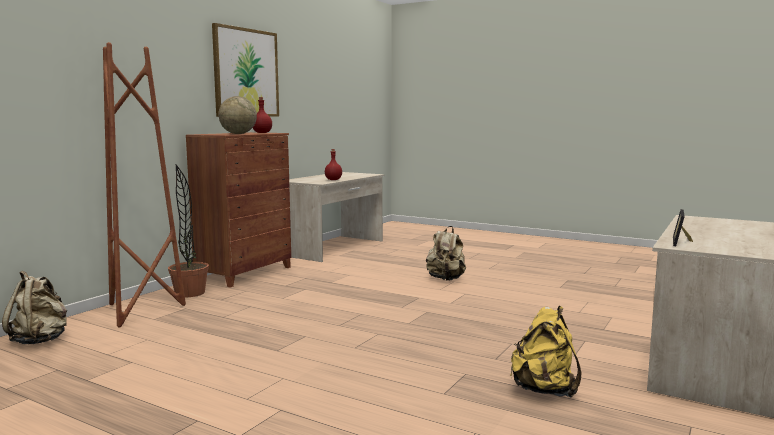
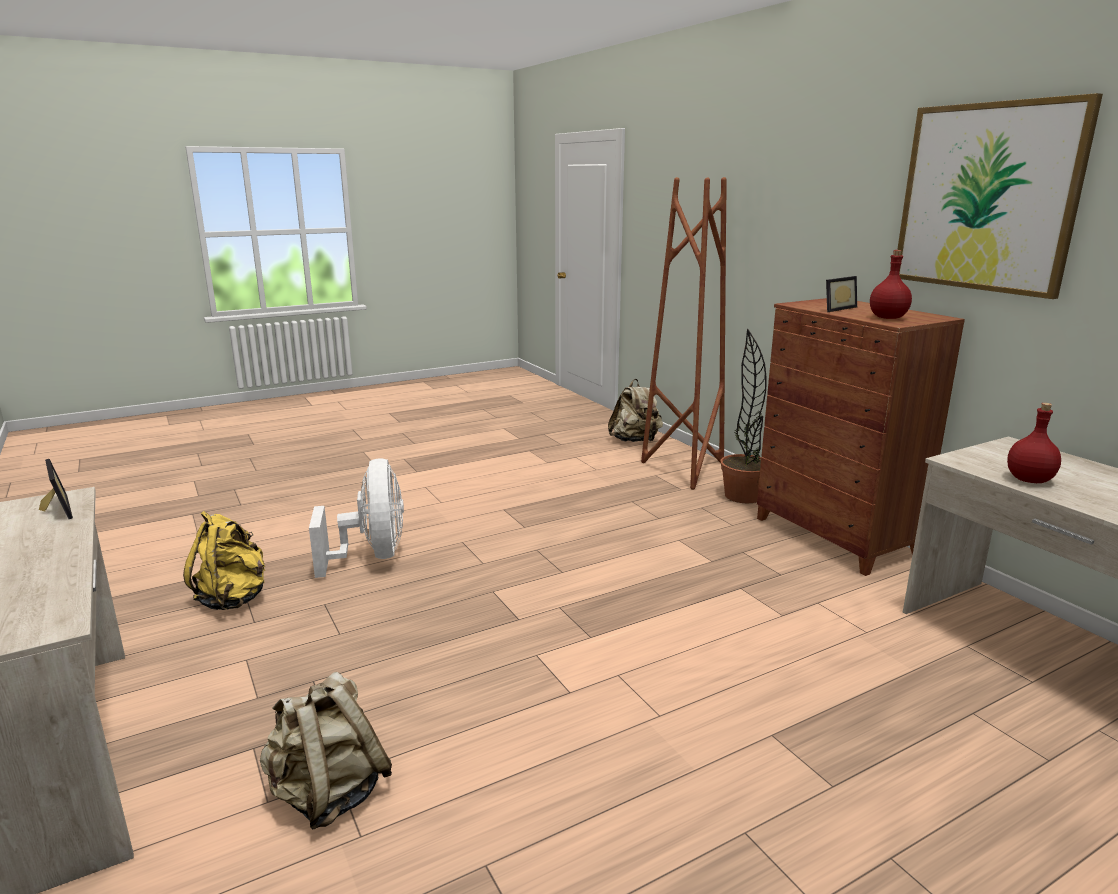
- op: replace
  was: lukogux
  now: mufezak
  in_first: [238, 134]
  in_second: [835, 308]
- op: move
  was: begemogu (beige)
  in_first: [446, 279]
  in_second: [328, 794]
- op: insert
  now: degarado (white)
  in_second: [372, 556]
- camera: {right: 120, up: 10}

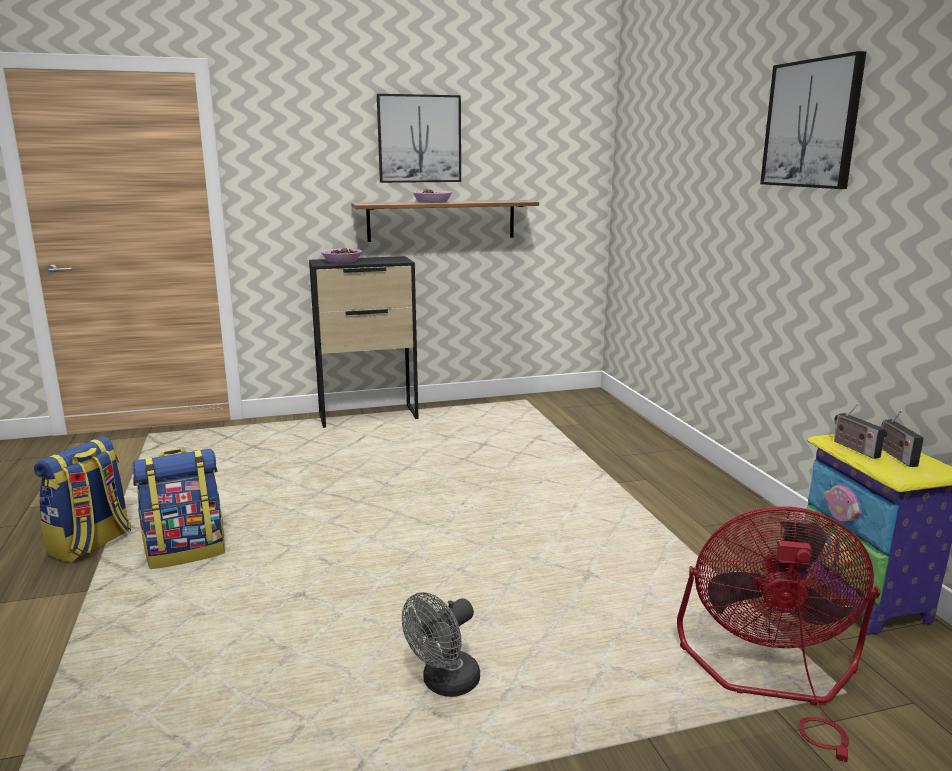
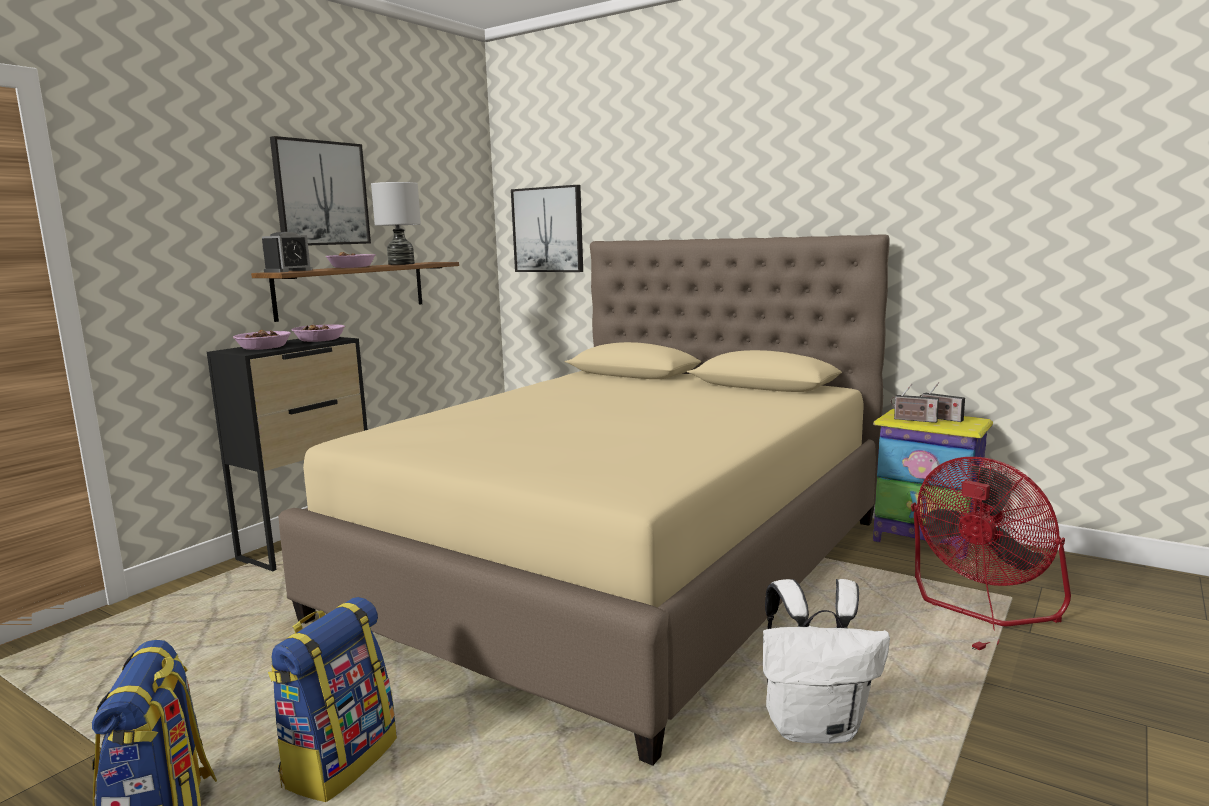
- op: move
  was: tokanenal
  in_first: [812, 124]
  in_second: [548, 229]
- op: rotate
  was: degarado (red)
  in_first: [778, 682]
  in_second: [976, 609]
  clockwise: 75
- op: replace
  was: degarado (grey)
  now: begemogu (white)
  in_first: [444, 684]
  in_second: [815, 727]
- op: insert
  now: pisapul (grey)
  in_second: [401, 264]
- op: insert
  now: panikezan
  in_second: [288, 271]
- op: insert
  now: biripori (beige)
  in_second: [621, 566]
- op: insert
  now: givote
  in_second: [319, 340]
- camera: {right: -40, up: -5}

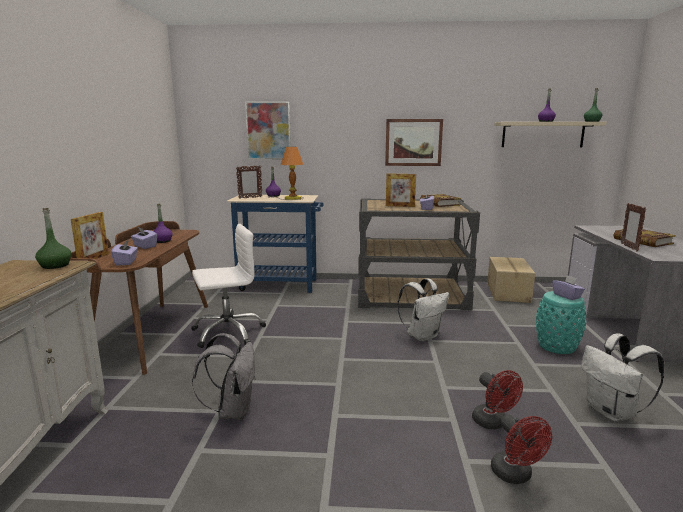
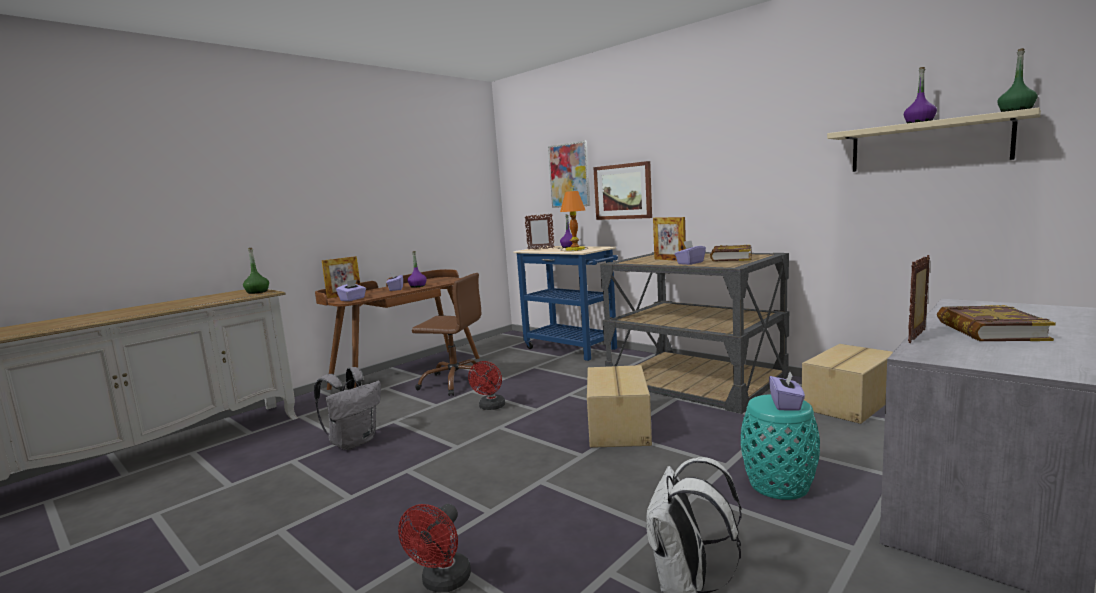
- op: move
  was: tokanenal
  in_first: [413, 142]
  in_second: [623, 191]
- op: recolor
  was: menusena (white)
  now: menusena (brown)
  in_first: [228, 332]
  in_second: [455, 382]
- op: replace
  was: begemogu (white)
  now: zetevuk
  in_first: [422, 336]
  in_second: [619, 426]
- op: move
  was: degarado (red)
  in_first: [493, 423]
  in_second: [490, 407]
- camera: {right: 40, up: -5}

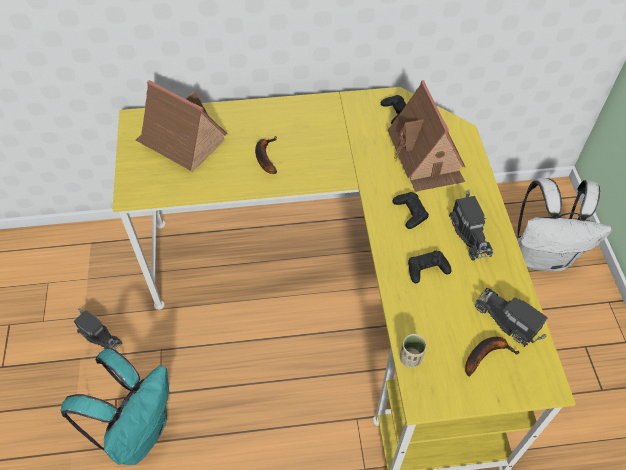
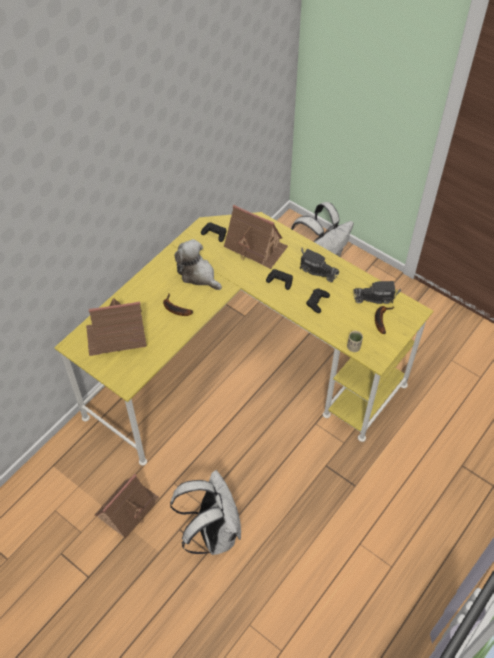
- op: replace
  was: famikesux
  now: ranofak
  in_first: [99, 336]
  in_second: [127, 508]
- op: recolor
  was: begemogu (turquoise)
  now: begemogu (white)
  in_first: [138, 431]
  in_second: [212, 532]
- op: insert
  now: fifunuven
  in_second: [198, 274]
- camera: {right: -45, up: 0}

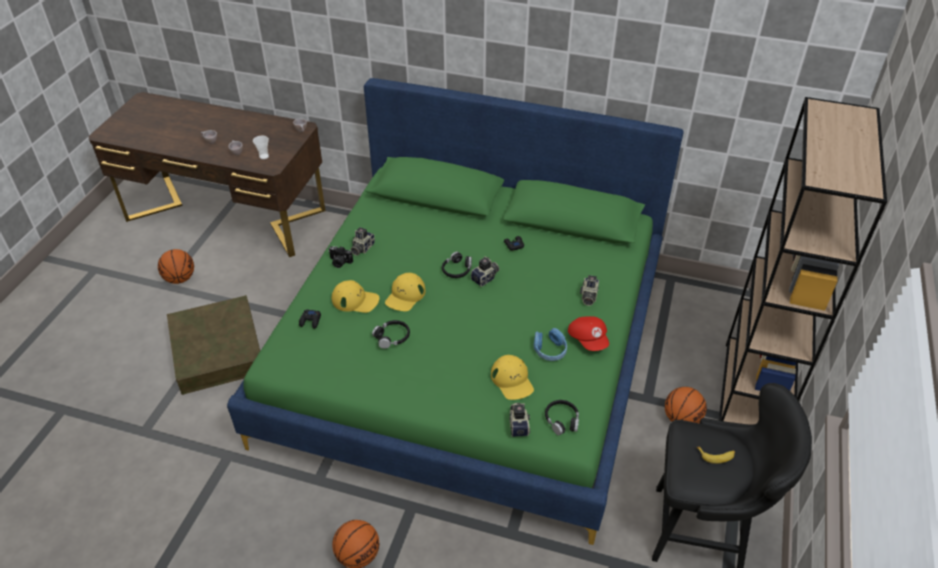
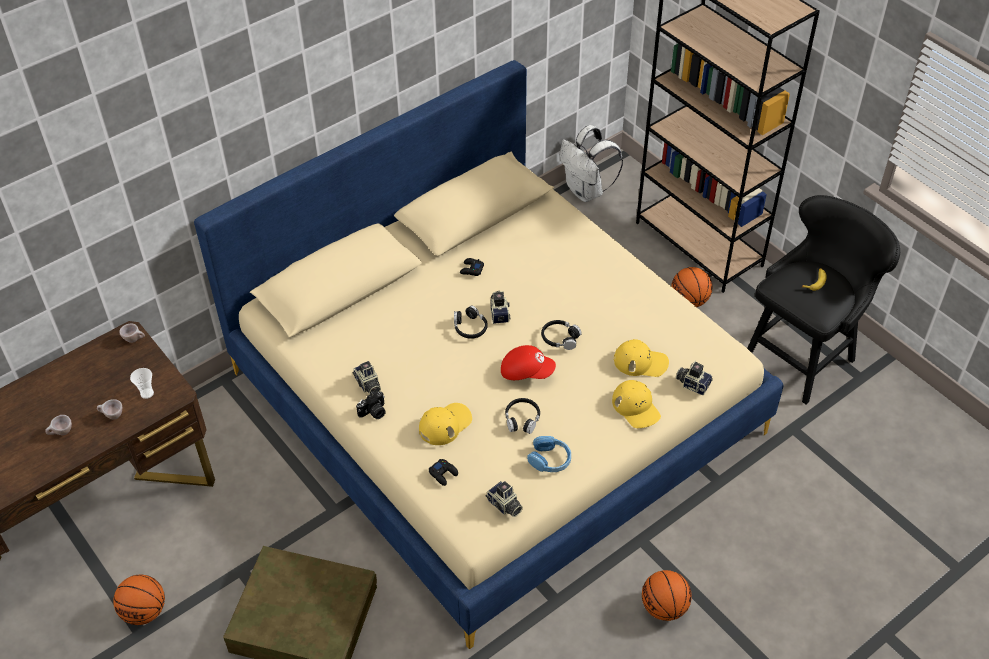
- op: recolor
  was: biripori (green)
  now: biripori (beige)
  in_first: [469, 352]
  in_second: [495, 402]
- op: move
  was: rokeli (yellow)
  in_first: [405, 295]
  in_second: [636, 407]
- op: move
  was: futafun
  in_first: [588, 296]
  in_second: [504, 506]
- op: move
  was: rokeli (red)
  in_first: [588, 339]
  in_second: [526, 371]
- op: move
  was: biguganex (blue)
  in_first: [549, 350]
  in_second: [550, 460]
- op: move
  was: biguganex (black)
  in_first: [562, 420]
  in_second: [560, 338]
- op: insert
  now: begemogu (white)
  in_second: [586, 191]
- camera: {right: -55, up: 5}

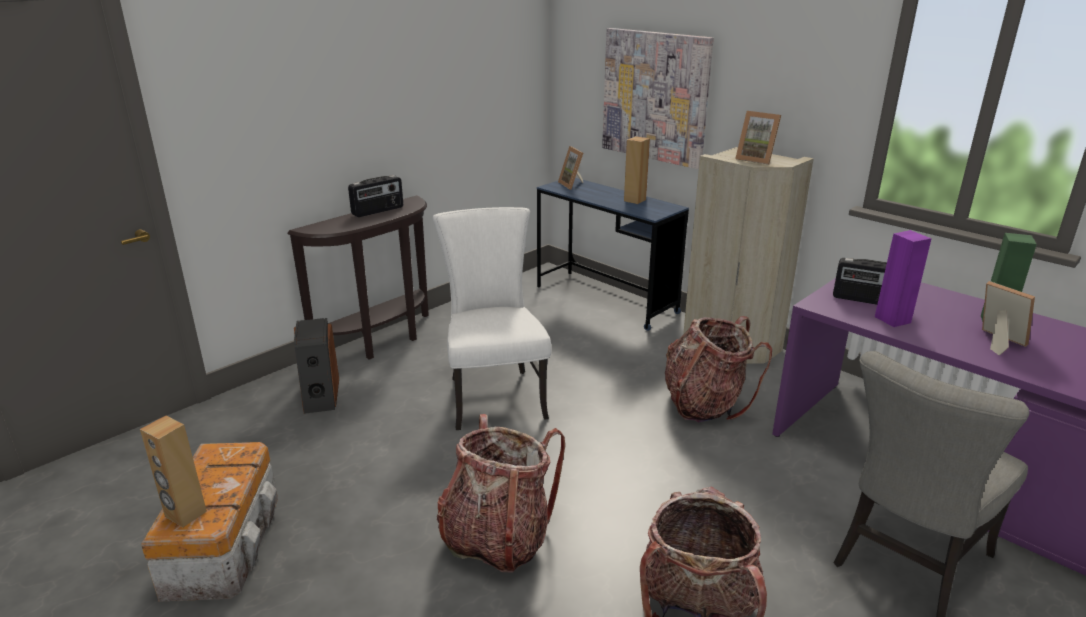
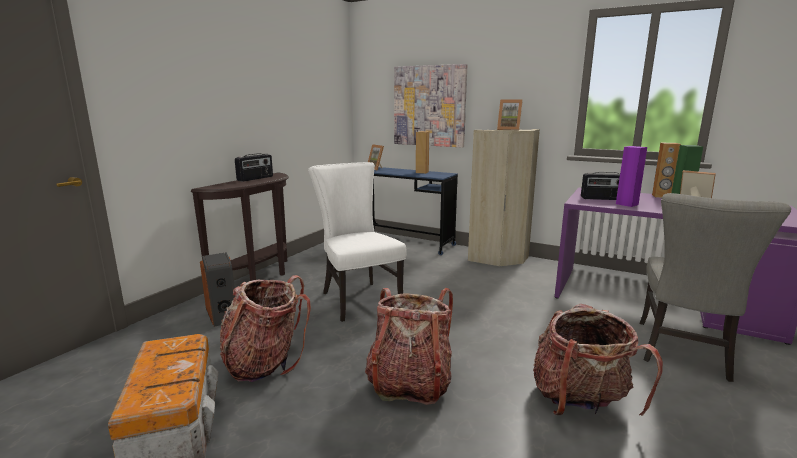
- op: move
  was: begemogu
  in_first: [705, 404]
  in_second: [265, 362]
- op: move
  was: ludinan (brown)
  in_first: [185, 514]
  in_second: [661, 196]
- camera: {right: -15, up: -10}

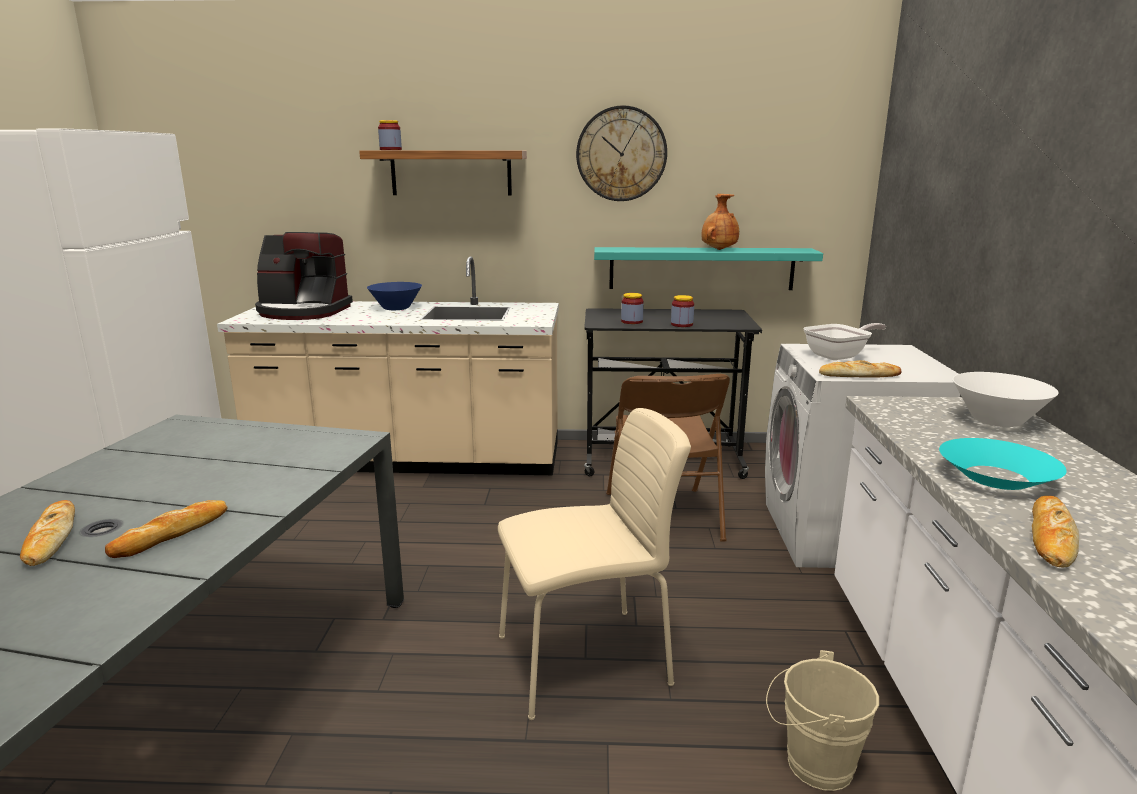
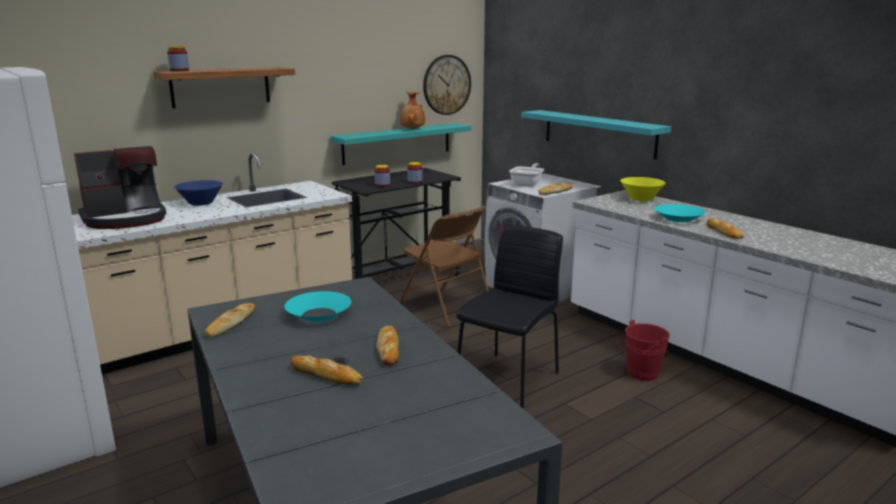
- op: move
  was: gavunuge
  in_first: [621, 154]
  in_second: [446, 85]
- op: recolor
  was: givote (white)
  now: givote (yellow)
  in_first: [996, 421]
  in_second: [641, 199]
- op: recolor
  was: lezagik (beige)
  now: lezagik (black)
  in_first: [589, 658]
  in_second: [509, 379]
- op: recolor
  was: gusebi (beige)
  now: gusebi (red)
  in_first: [812, 763]
  in_second: [640, 374]
- op: insert
  now: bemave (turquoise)
  in_second: [598, 133]
- op: insert
  now: givote (turquoise)
  in_second: [319, 314]
- op: insert
  now: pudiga
  in_second: [231, 323]
- camera: {right: -40, up: 0}

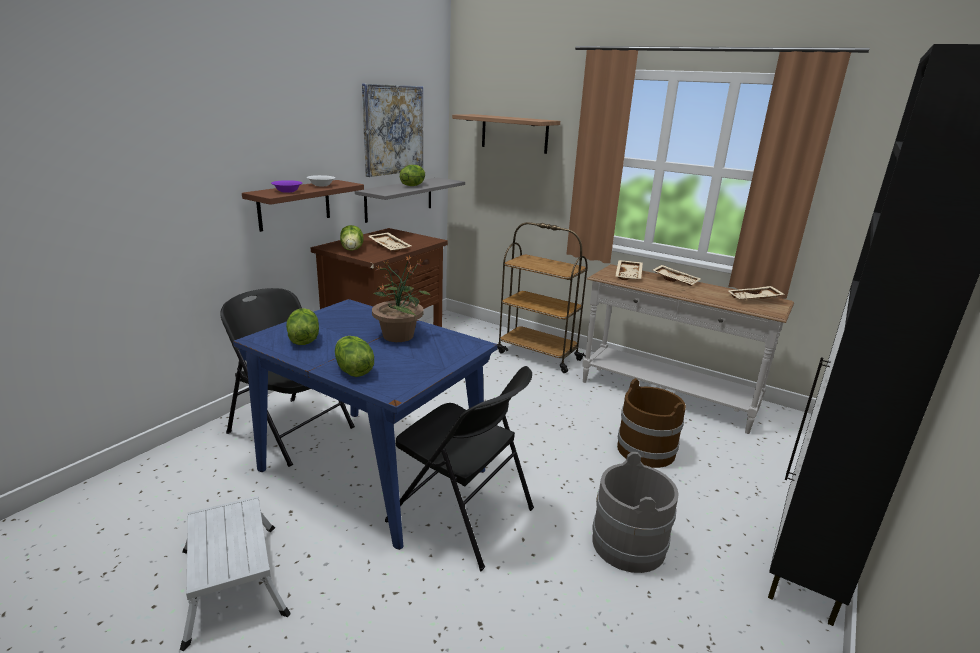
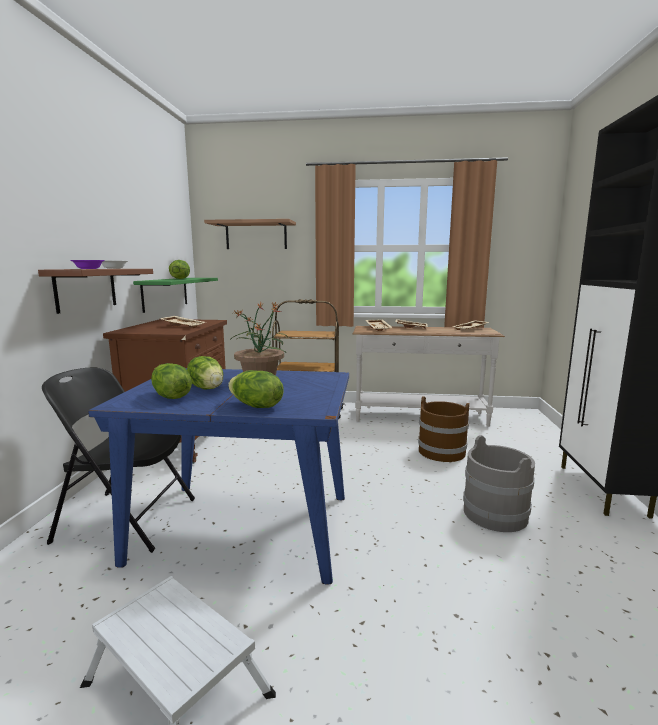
- op: delete
  was: tokanenal
  in_first: [393, 130]
- op: recolor
  was: bemave (grey)
  now: bemave (green)
  in_first: [399, 199]
  in_second: [165, 293]
- op: move
  was: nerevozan
  in_first: [352, 249]
  in_second: [207, 388]
- op: delete
  was: lezagik (black)
  in_first: [461, 515]
- camera: {right: -25, up: -10}

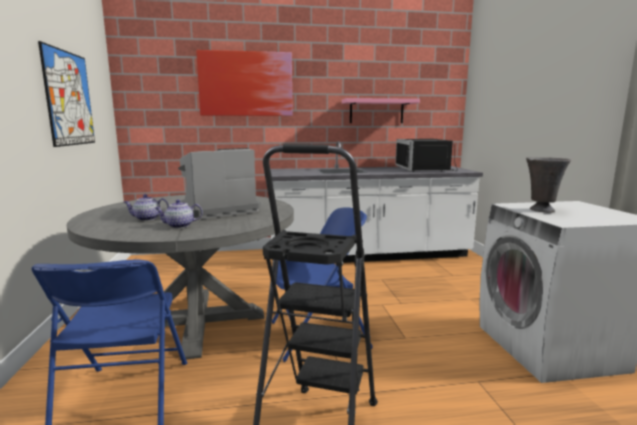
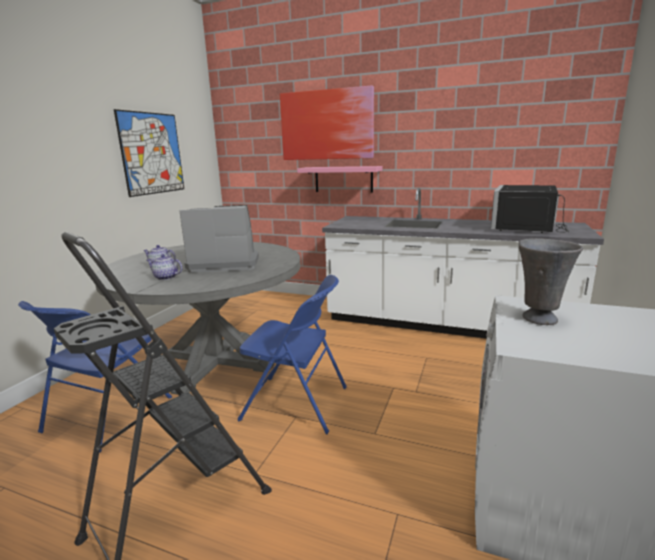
- op: move
  was: bemave (pink)
  in_first: [376, 111]
  in_second: [343, 179]
- camera: {right: 30, up: 5}

